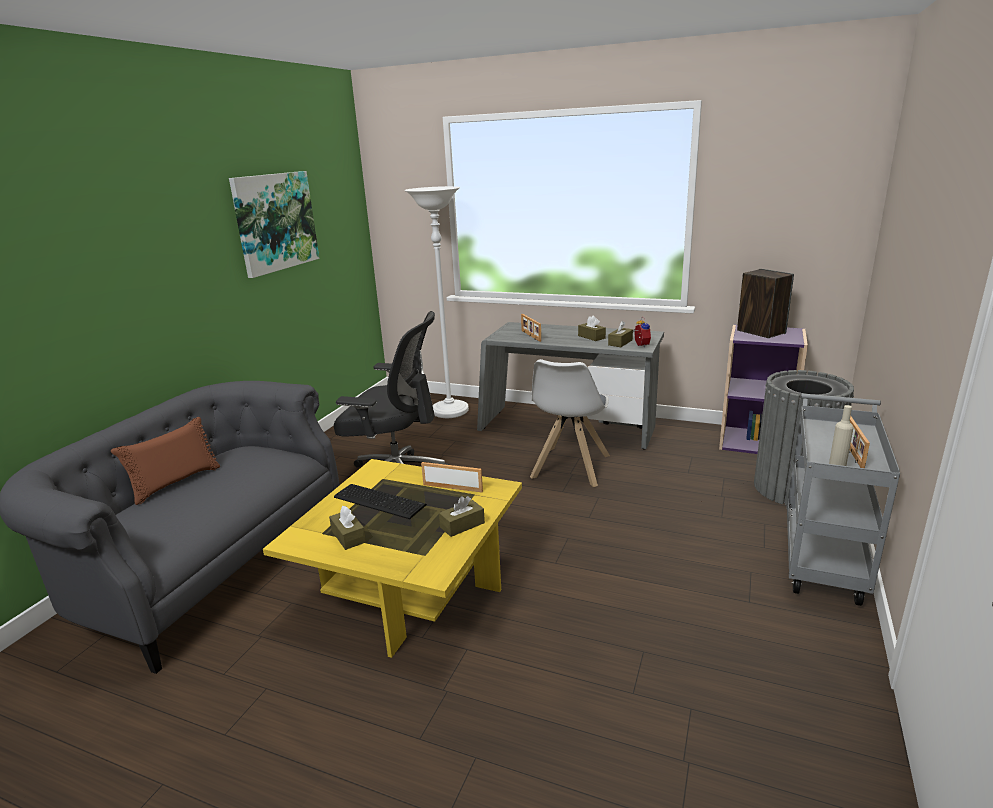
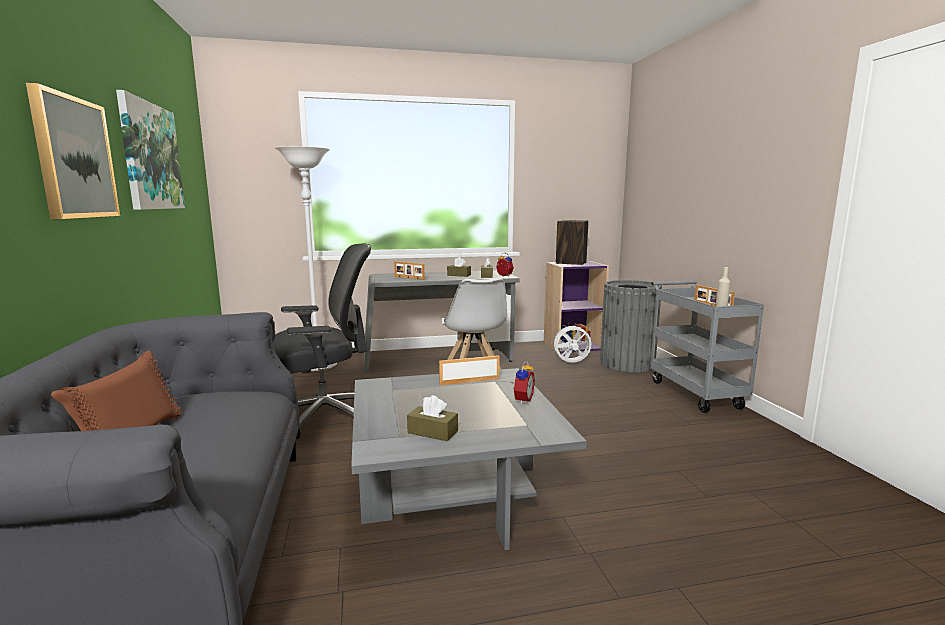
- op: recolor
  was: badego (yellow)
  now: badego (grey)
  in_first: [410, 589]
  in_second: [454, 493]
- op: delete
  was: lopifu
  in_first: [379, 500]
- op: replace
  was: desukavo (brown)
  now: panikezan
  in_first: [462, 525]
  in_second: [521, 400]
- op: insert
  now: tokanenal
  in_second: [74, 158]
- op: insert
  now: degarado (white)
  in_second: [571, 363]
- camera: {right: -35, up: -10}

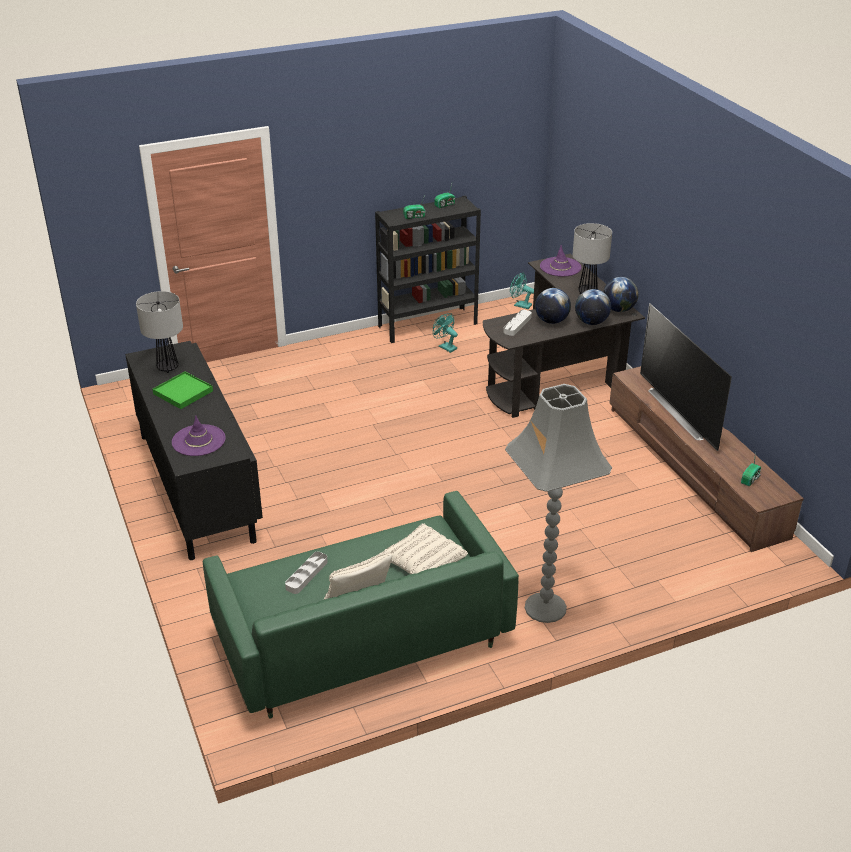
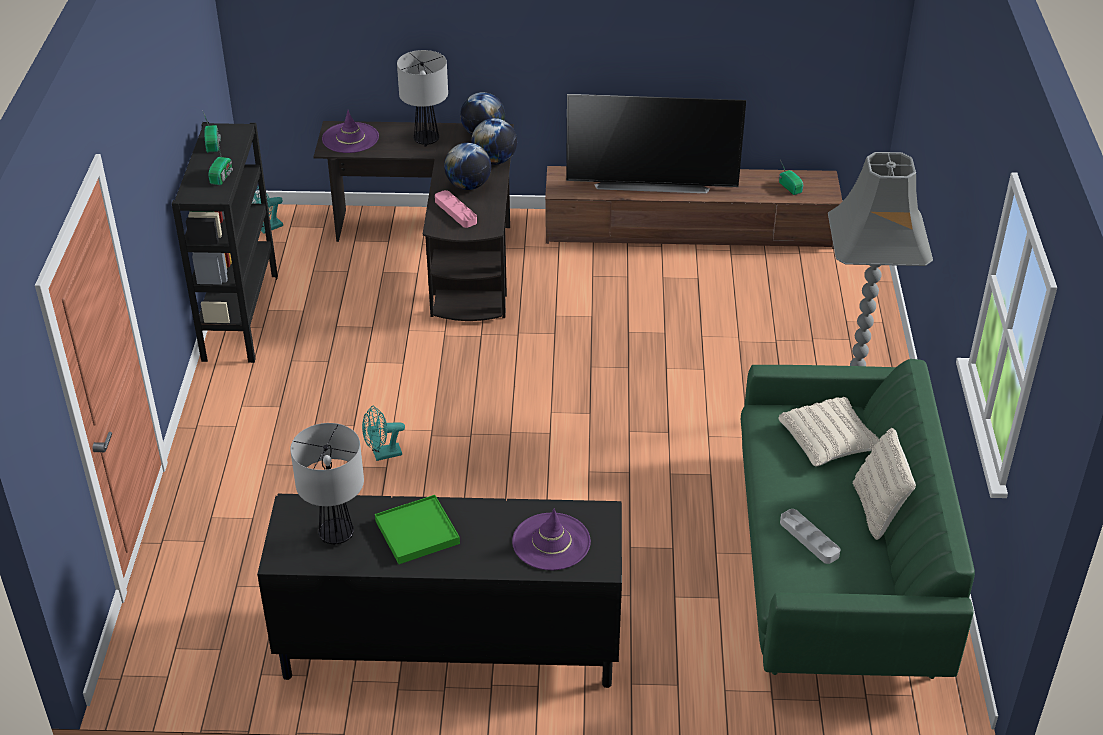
- op: recolor
  was: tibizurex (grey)
  now: tibizurex (pink)
  in_first: [517, 325]
  in_second: [455, 212]
- op: move
  was: degarado (turquoise)
  in_first: [445, 347]
  in_second: [382, 455]
- camera: {right: -65, up: 5}

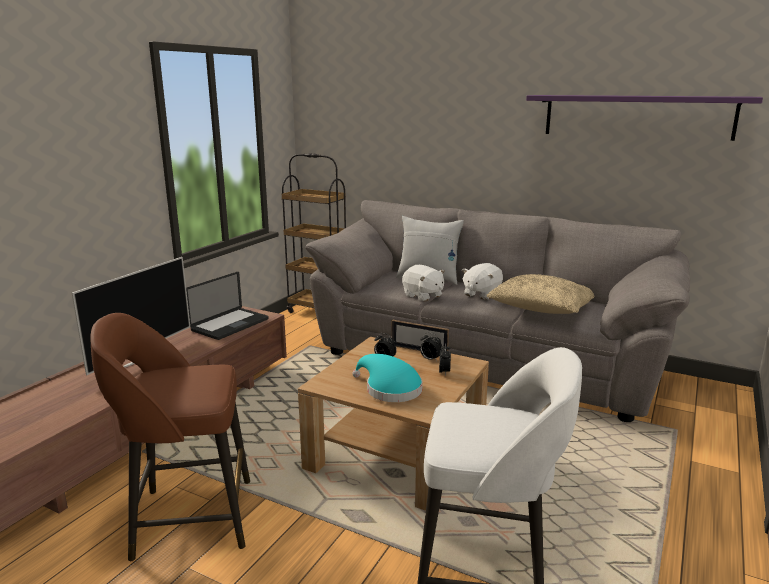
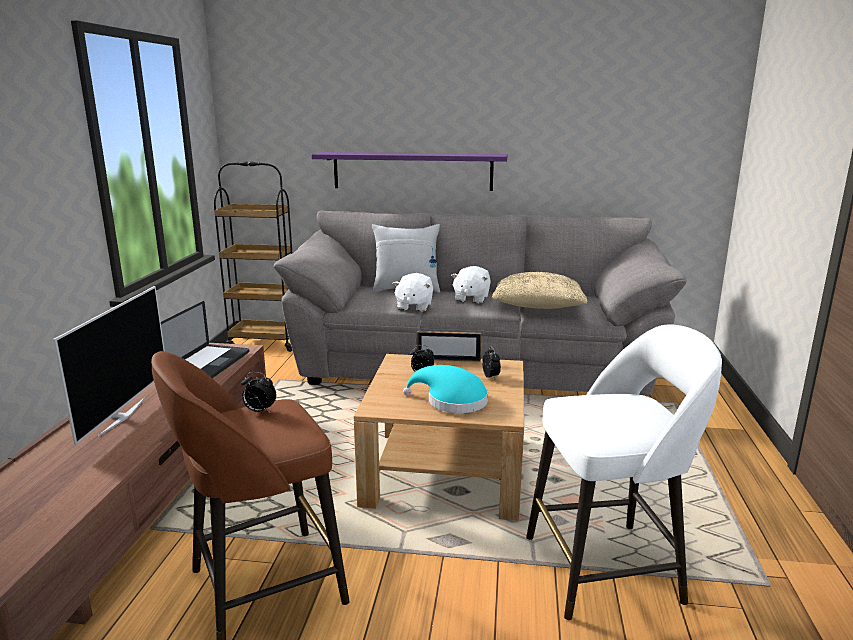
- op: move
  was: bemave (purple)
  in_first: [636, 116]
  in_second: [412, 171]
- op: rotate
  was: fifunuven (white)
  in_first: [423, 296]
  in_second: [413, 307]
  clockwise: 75
- op: move
  was: panikezan
  in_first: [430, 359]
  in_second: [259, 411]
- camera: {right: -20, up: 0}

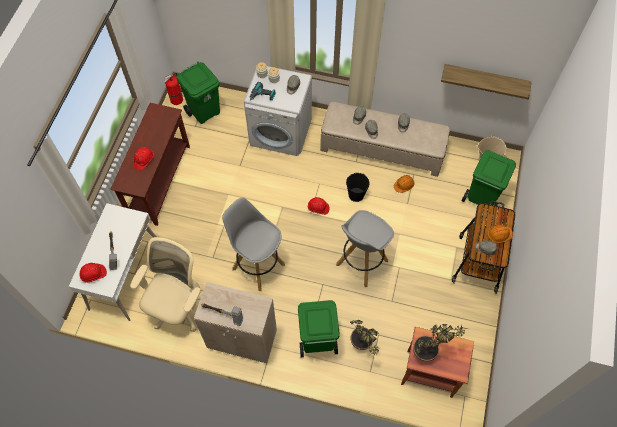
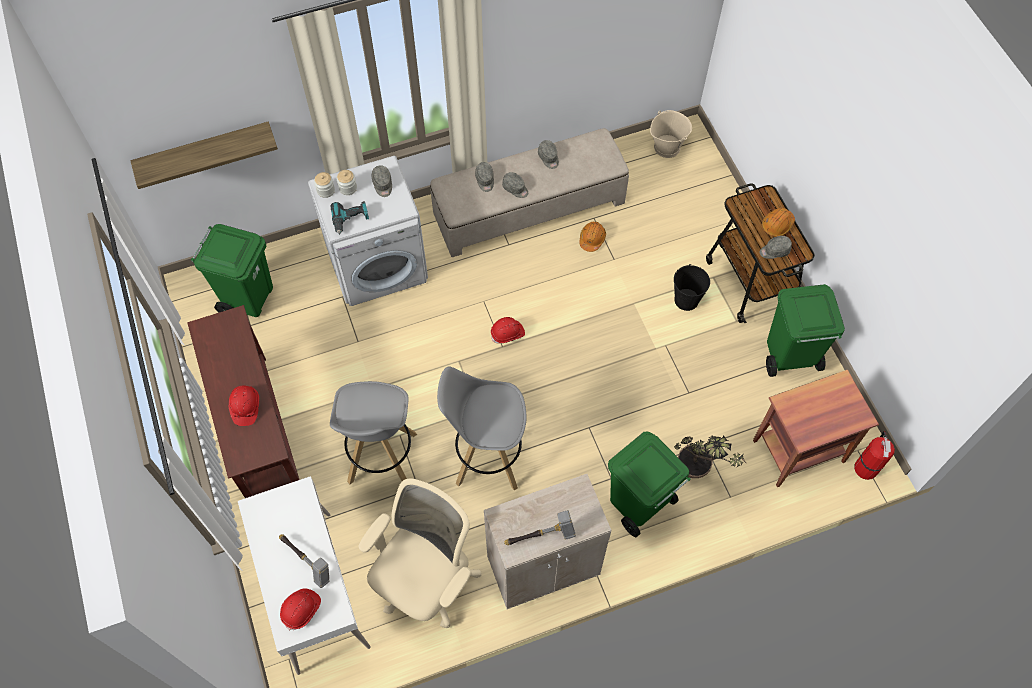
- op: move
  was: bemave
  in_first: [485, 79]
  in_second: [204, 151]
- op: move
  was: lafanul
  in_first: [177, 99]
  in_second: [866, 467]
- op: move
  was: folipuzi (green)
  in_first: [480, 198]
  in_second: [789, 356]
- op: move
  was: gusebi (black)
  in_first: [356, 195]
  in_second: [686, 300]
- op: move
  was: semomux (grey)
  in_first: [361, 263]
  in_second: [381, 459]
- op: rotate
  was: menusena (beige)
  in_first: [179, 309]
  in_second: [426, 586]
  clockwise: 45
- op: delete
  was: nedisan
  in_first: [429, 352]
- camera: {right: -35, up: 0}

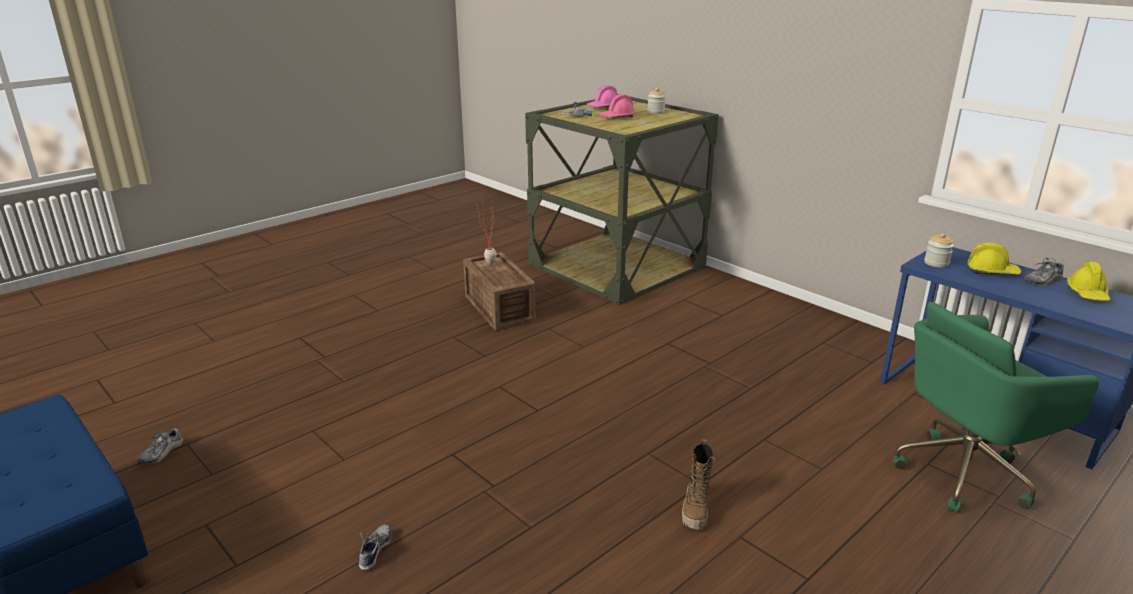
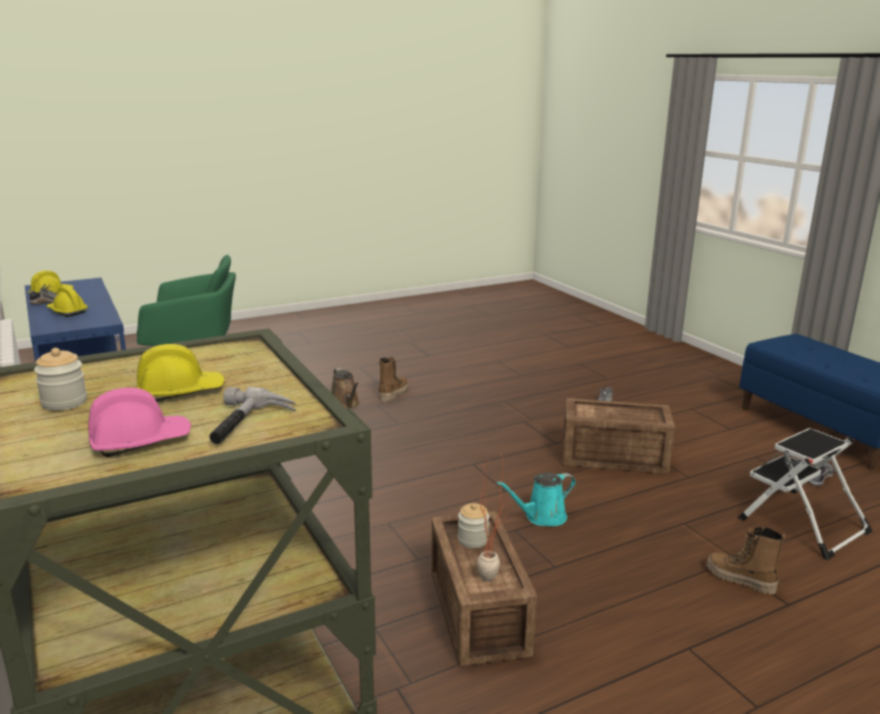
- op: recolor
  was: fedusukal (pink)
  now: fedusukal (yellow)
  in_first: [617, 117]
  in_second: [181, 392]
- op: move
  was: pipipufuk
  in_first: [936, 263]
  in_second: [473, 540]
- op: insert
  now: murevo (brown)
  in_second: [345, 405]
- op: insert
  now: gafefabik
  in_second: [615, 459]
- op: insert
  now: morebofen
  in_second: [803, 522]
- op: insert
  now: murevo (turquoise)
  in_second: [542, 517]
- op: insert
  now: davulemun
  in_second: [740, 580]
- camera: {right: -165, up: -5}

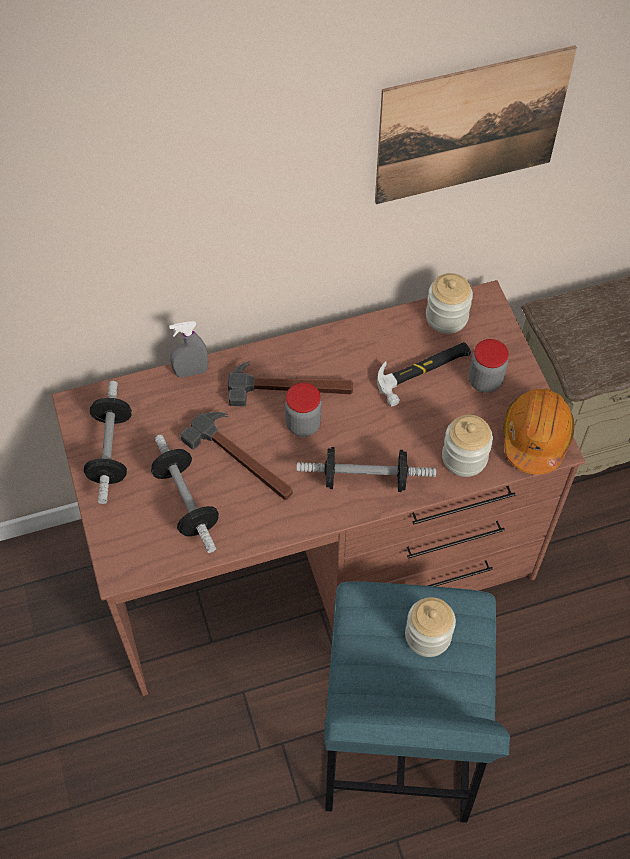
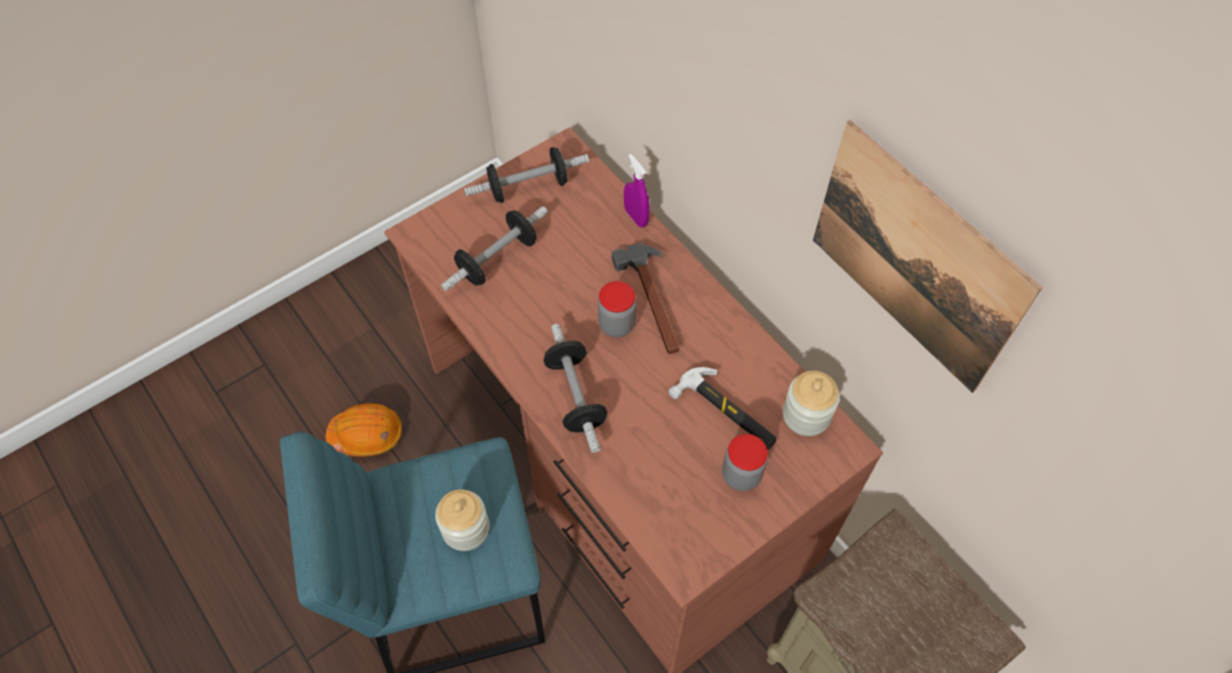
- op: recolor
  was: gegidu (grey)
  now: gegidu (purple)
  in_first: [191, 372]
  in_second: [636, 217]
- op: move
  was: fedusukal (orange)
  in_first: [536, 436]
  in_second: [367, 434]
- op: delete
  was: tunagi
  in_first: [242, 460]
- op: delete
  was: pipipufuk
  in_first: [464, 457]
- camera: {right: 70, up: 0}

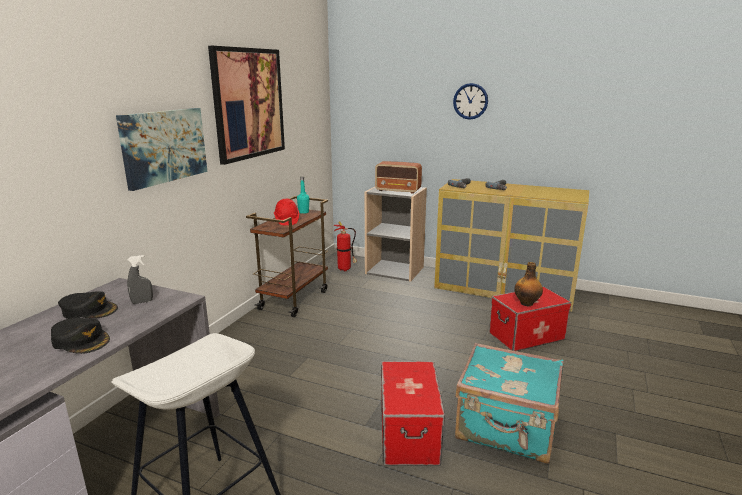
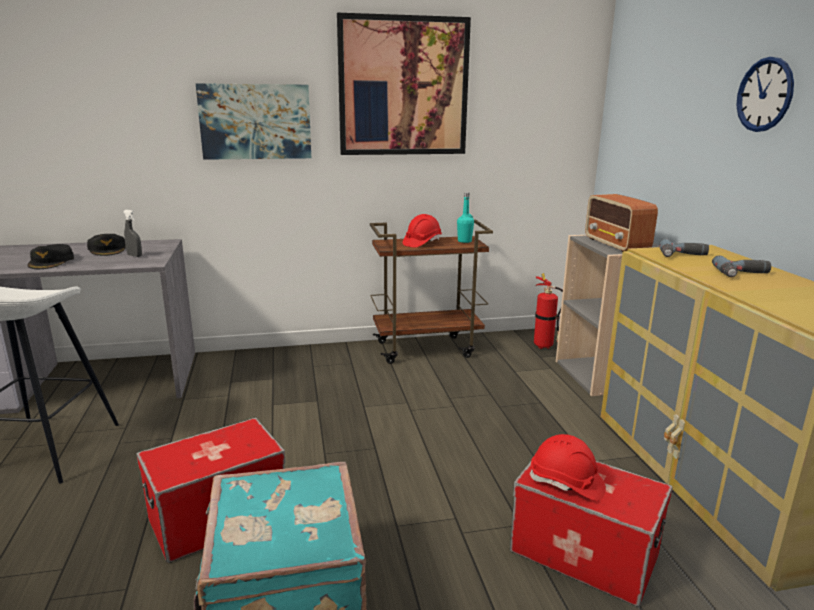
- op: replace
  was: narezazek
  now: fedusukal (red)
  in_first: [527, 303]
  in_second: [566, 483]
- camera: {right: 55, up: 0}

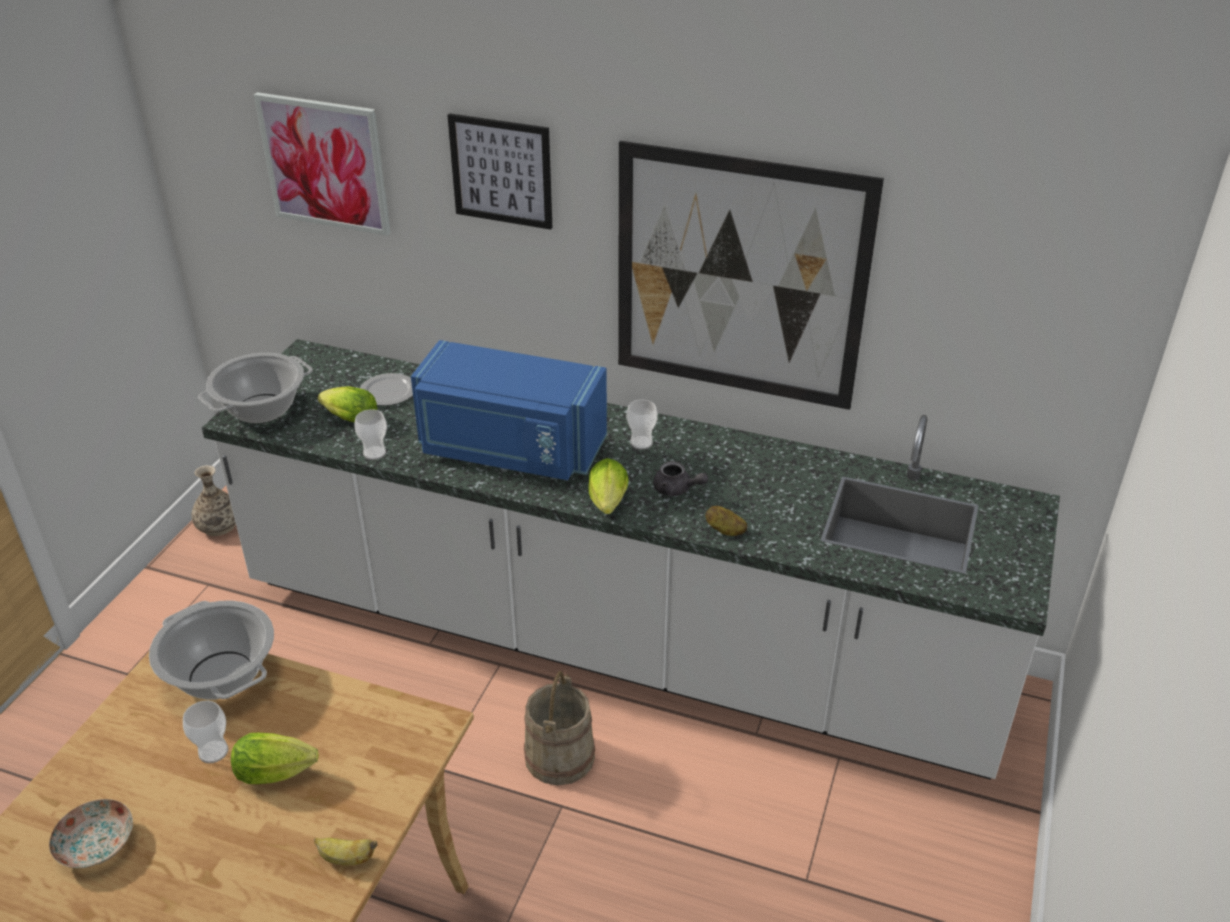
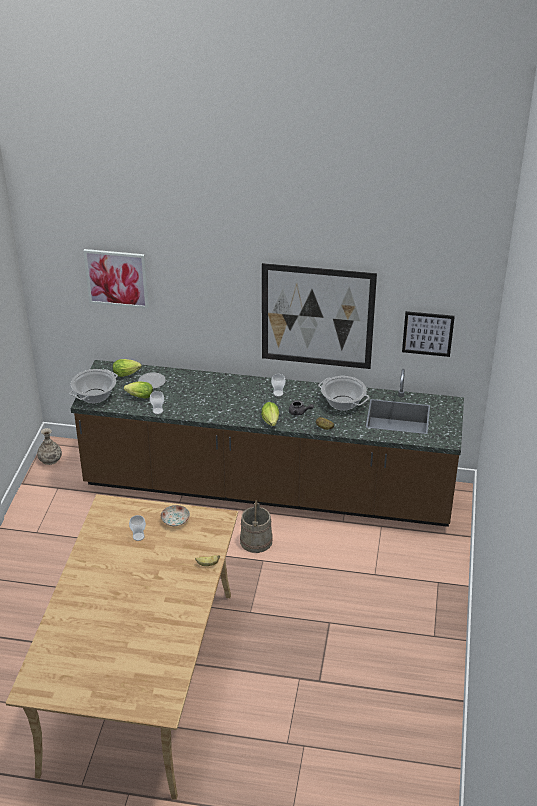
- op: move
  was: tokanenal
  in_first: [501, 171]
  in_second: [427, 333]
- op: recolor
  was: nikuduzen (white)
  now: nikuduzen (brown)
  in_first: [615, 639]
  in_second: [268, 489]
- op: delete
  was: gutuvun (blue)
  in_first: [510, 450]
- op: move
  was: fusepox
  in_first: [220, 675]
  in_second: [342, 403]
- op: move
  was: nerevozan
  in_first: [280, 773]
  in_second: [127, 374]
- op: move
  was: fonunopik
  in_first: [96, 844]
  in_second: [175, 520]
- camera: {right: -10, up: 0}

